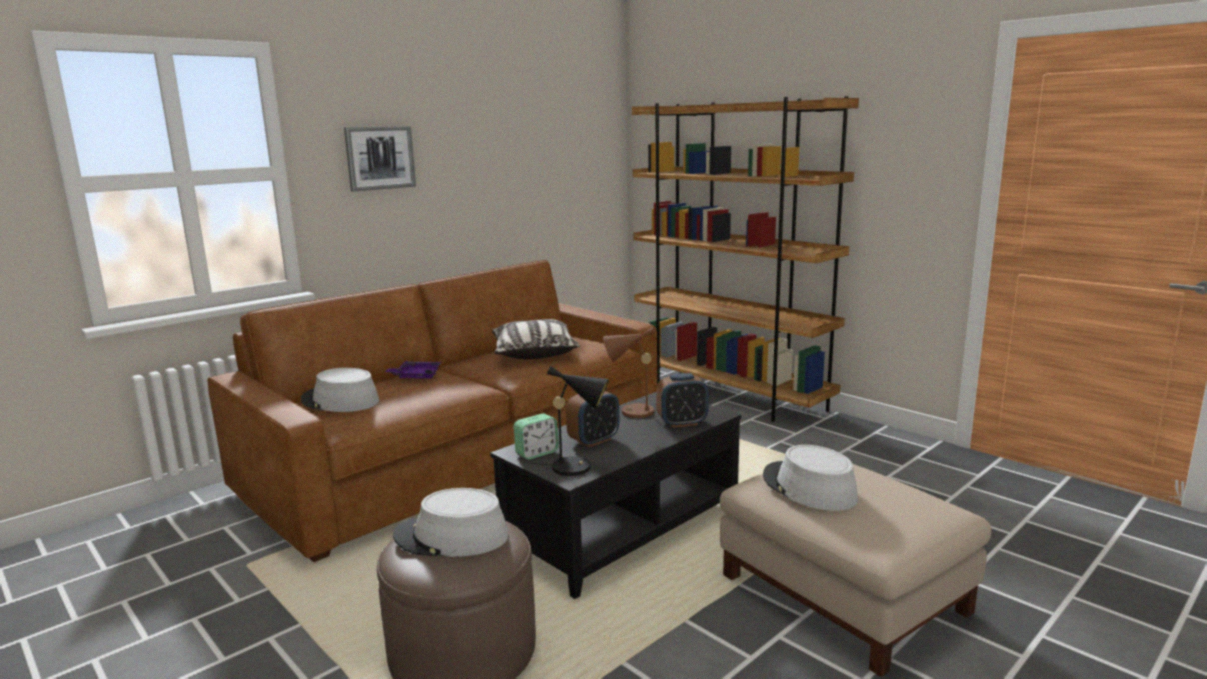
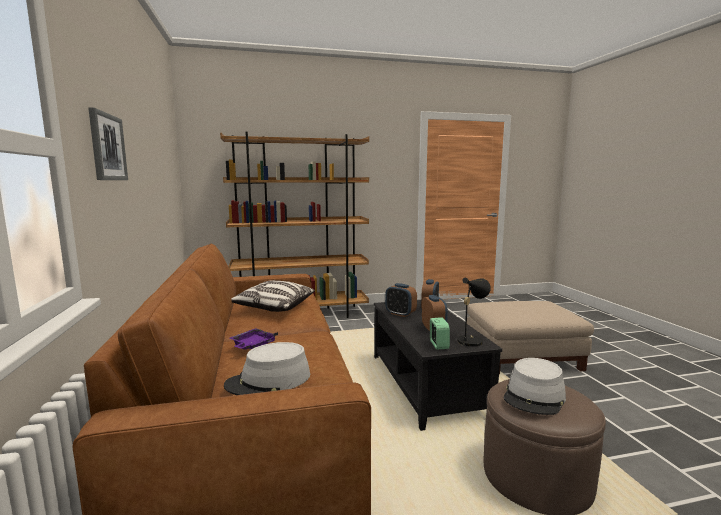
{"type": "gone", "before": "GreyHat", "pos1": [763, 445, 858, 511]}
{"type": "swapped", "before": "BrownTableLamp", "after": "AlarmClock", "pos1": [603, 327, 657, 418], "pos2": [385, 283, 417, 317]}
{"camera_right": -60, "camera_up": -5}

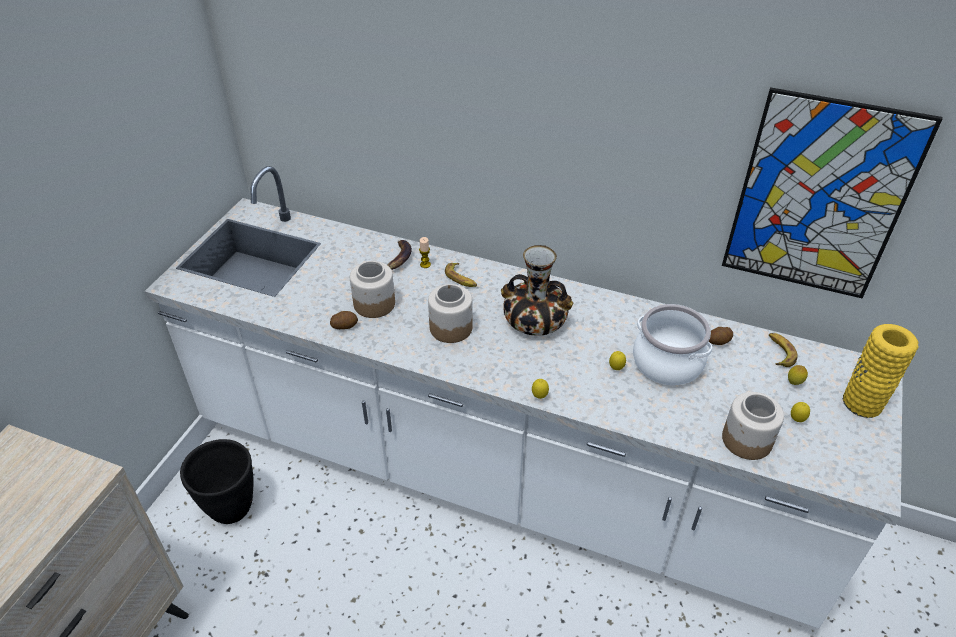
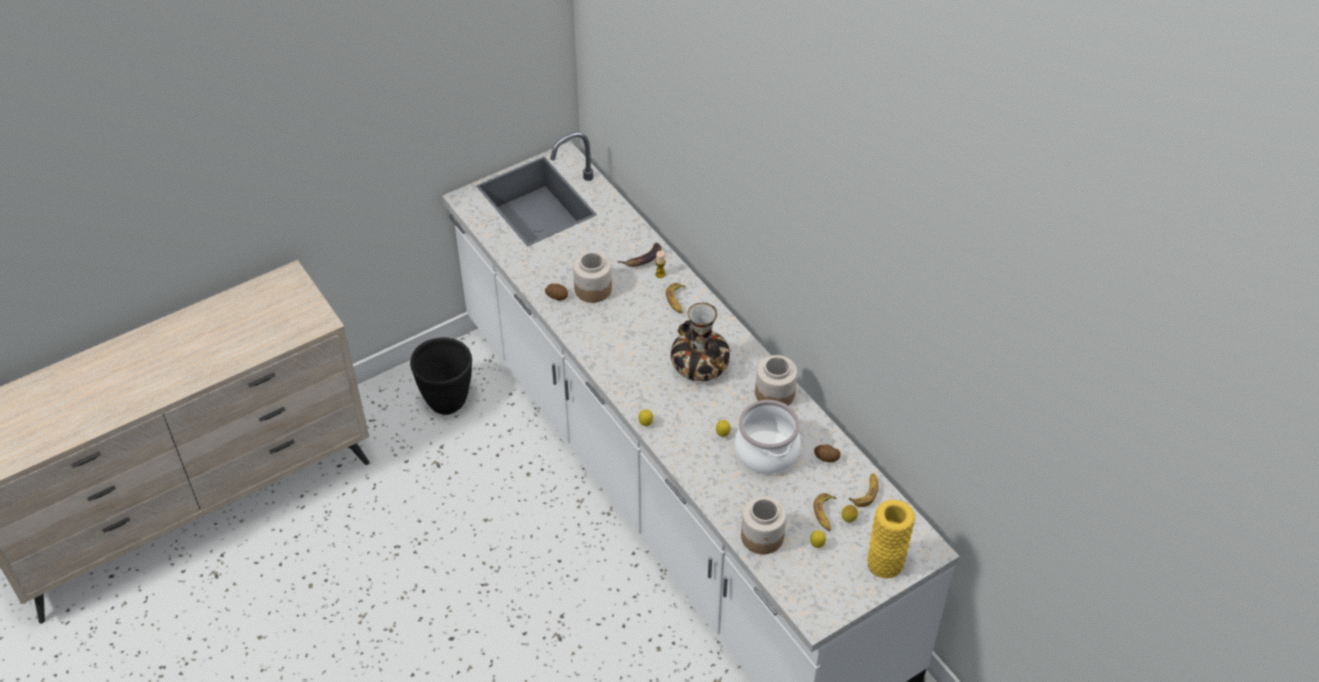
{"type": "gone", "before": "Picture", "pos1": [722, 87, 943, 298]}
{"type": "new", "after": "Banana", "pos2": [813, 493, 837, 531]}
{"type": "shifted", "before": "Jar", "pos1": [428, 284, 473, 343], "pos2": [755, 355, 797, 406]}
{"camera_right": 35, "camera_up": 5}

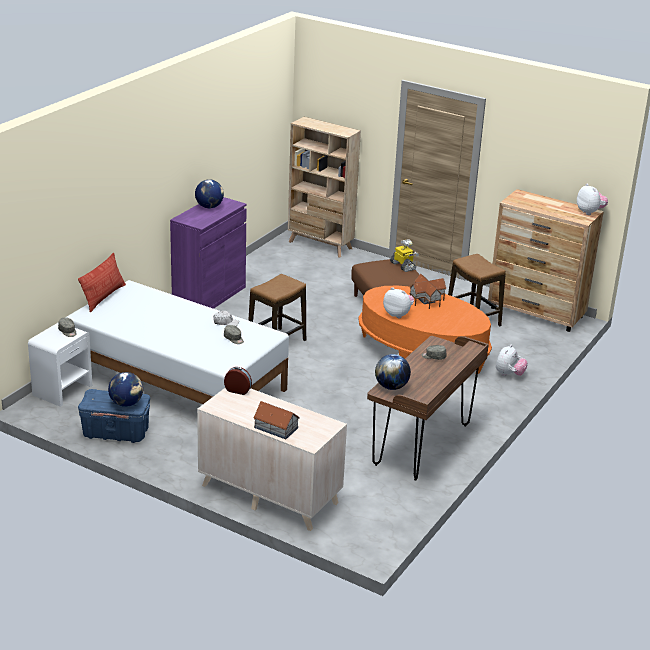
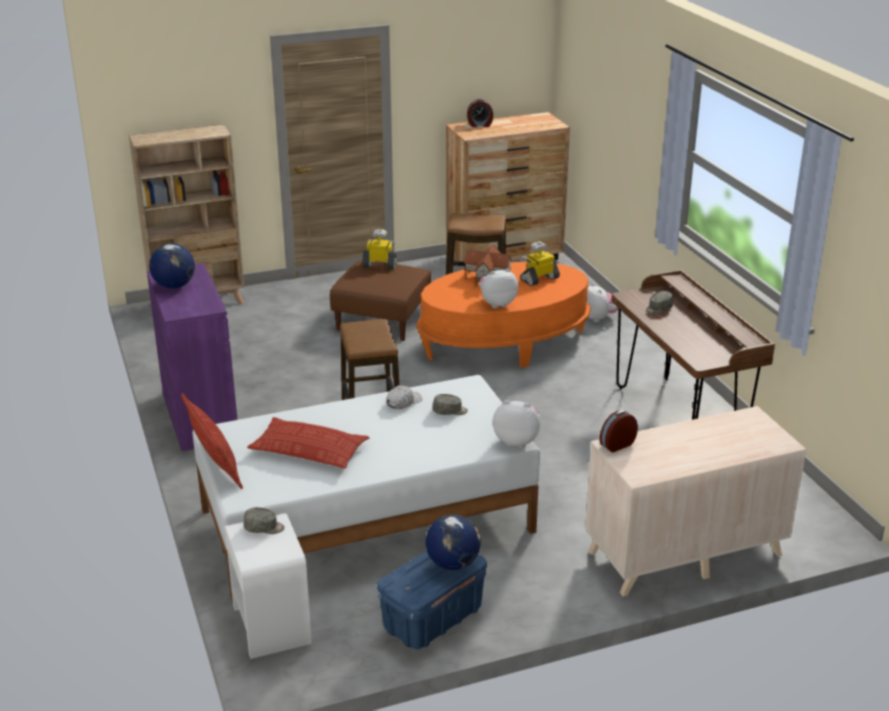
{"type": "gone", "before": "ToyHouse", "pos1": [253, 401, 300, 439]}
{"type": "gone", "before": "Globe", "pos1": [375, 354, 411, 390]}
{"type": "new", "after": "Pillow", "pos2": [247, 417, 370, 468]}
{"type": "new", "after": "AlarmClock", "pos2": [467, 99, 493, 127]}
{"type": "new", "after": "ToyRobot", "pos2": [520, 241, 560, 286]}
{"type": "shifted", "before": "PlushToy", "pos1": [577, 183, 608, 215], "pos2": [493, 400, 540, 448]}
{"camera_right": -50, "camera_up": 0}

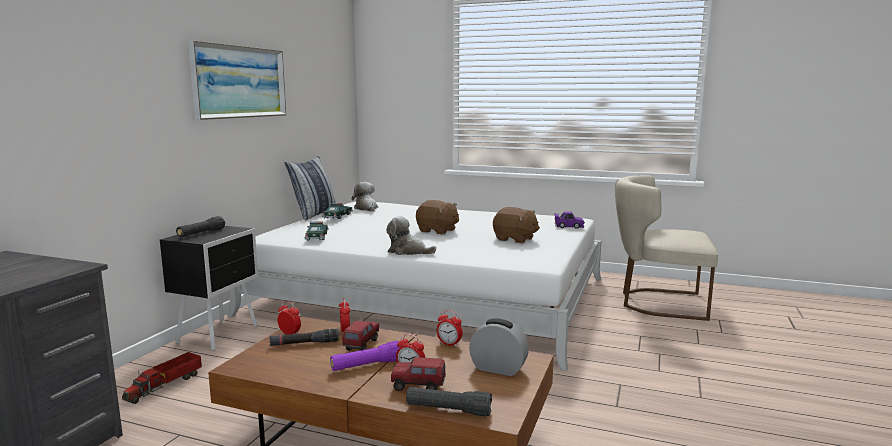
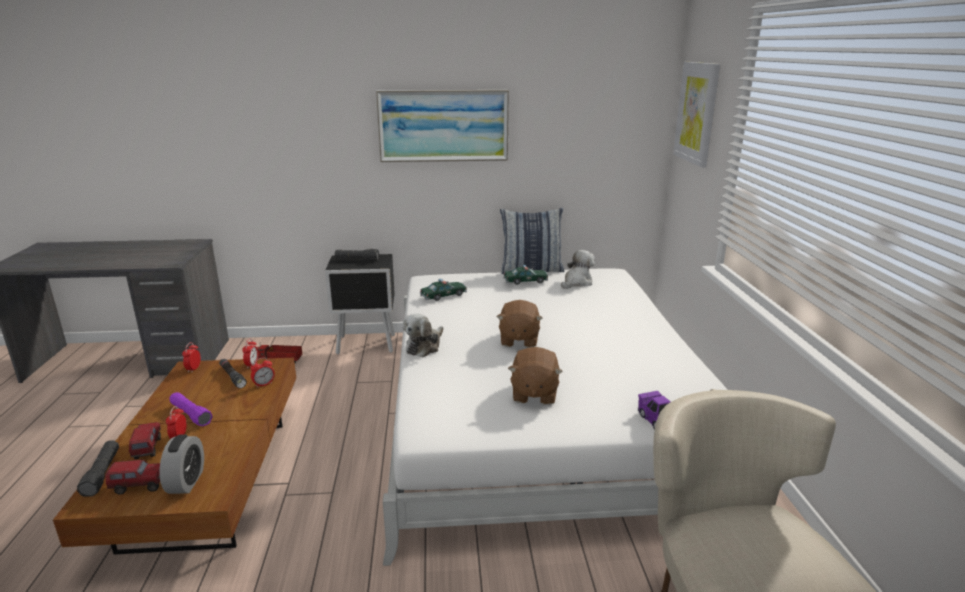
{"type": "new", "after": "Picture", "pos2": [673, 62, 721, 168]}
{"type": "shifted", "before": "ToyTruck", "pos1": [342, 321, 379, 351], "pos2": [105, 460, 160, 495]}
{"type": "shifted", "before": "AlarmClock", "pos1": [437, 310, 463, 347], "pos2": [182, 342, 201, 372]}
{"type": "rotated", "before": "PlushToy", "pos1": [386, 216, 436, 255], "pos2": [403, 313, 443, 357], "turn": -150}
{"camera_right": 65, "camera_up": 10}

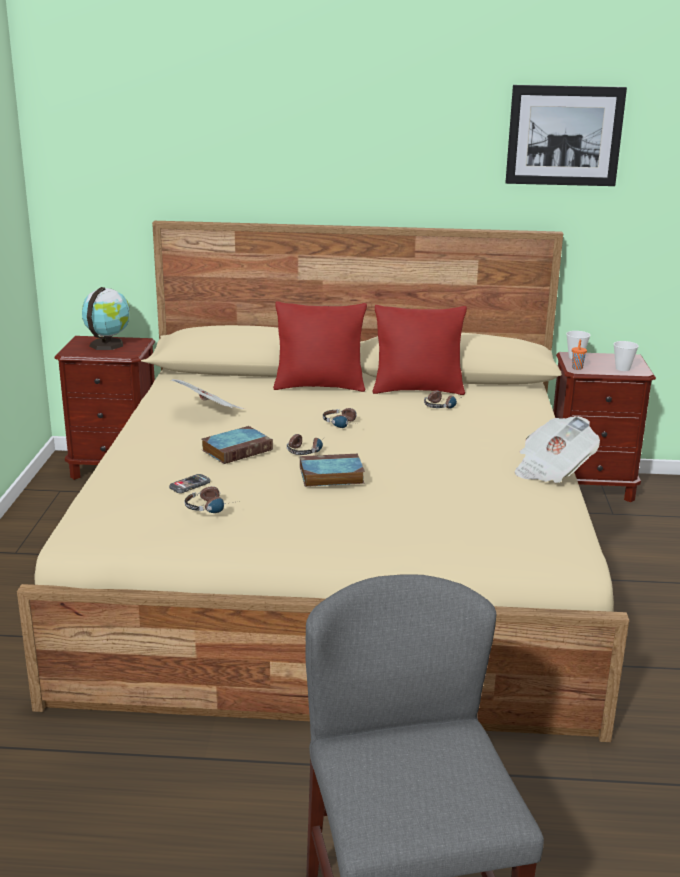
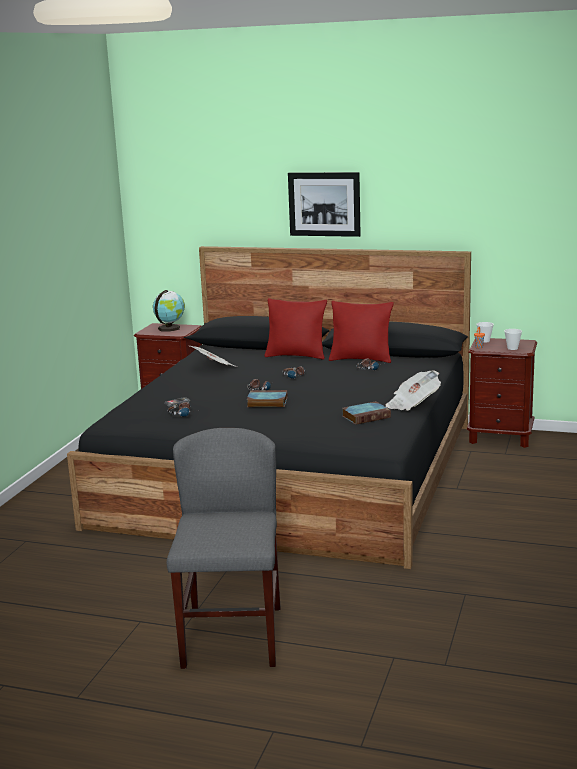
{"type": "shifted", "before": "Book", "pos1": [202, 426, 273, 464], "pos2": [342, 401, 391, 425]}
{"type": "shifted", "before": "Picture", "pos1": [505, 85, 627, 186], "pos2": [288, 172, 361, 237]}
{"type": "repainted", "before": "BeigeBed", "after": "BlackBed", "pos1": [17, 221, 629, 742], "pos2": [67, 246, 471, 569]}
{"camera_right": 15, "camera_up": -5}

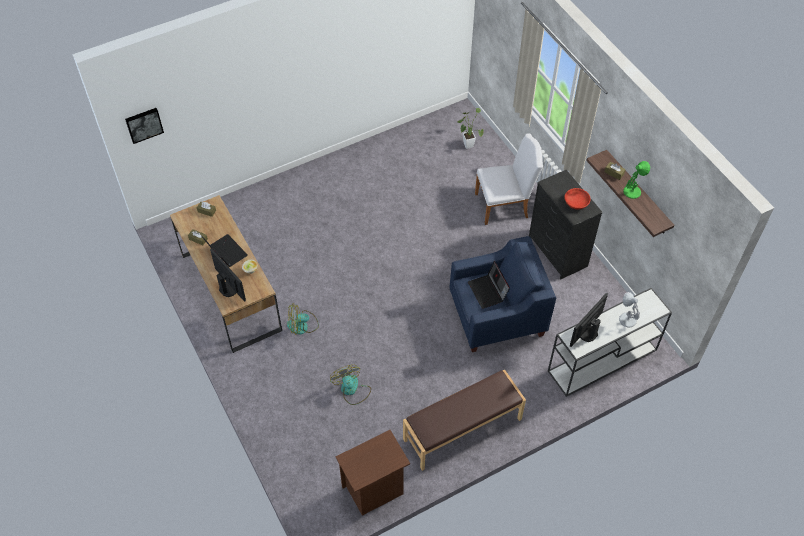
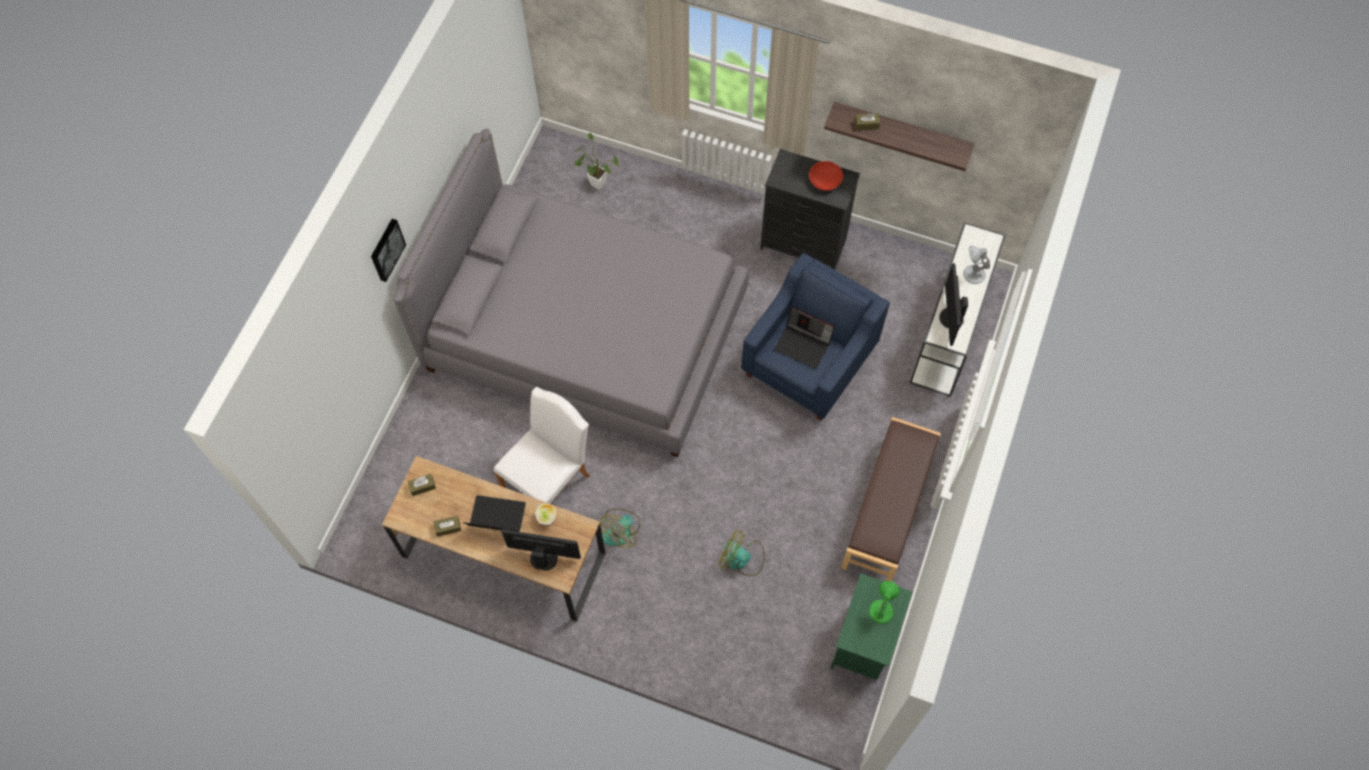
{"type": "new", "after": "GreyBed", "pos2": [393, 129, 749, 458]}
{"type": "shifted", "before": "Picture", "pos1": [125, 108, 164, 144], "pos2": [371, 219, 406, 282]}
{"type": "shifted", "before": "WhiteChair", "pos1": [475, 133, 543, 225], "pos2": [494, 387, 590, 504]}
{"type": "shifted", "before": "GreenTableLamp", "pos1": [623, 161, 650, 199], "pos2": [869, 581, 900, 624]}
{"type": "repainted", "before": "BrownNightstand", "after": "GreenNightstand", "pos1": [336, 430, 410, 516], "pos2": [830, 573, 913, 680]}
{"camera_right": -40, "camera_up": 10}

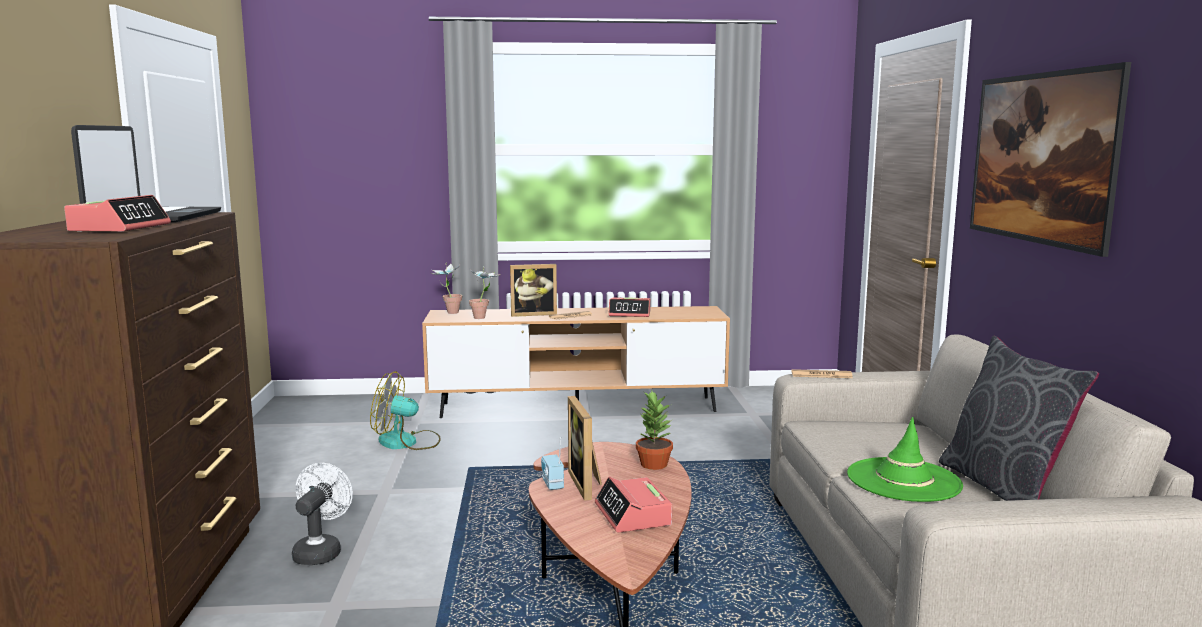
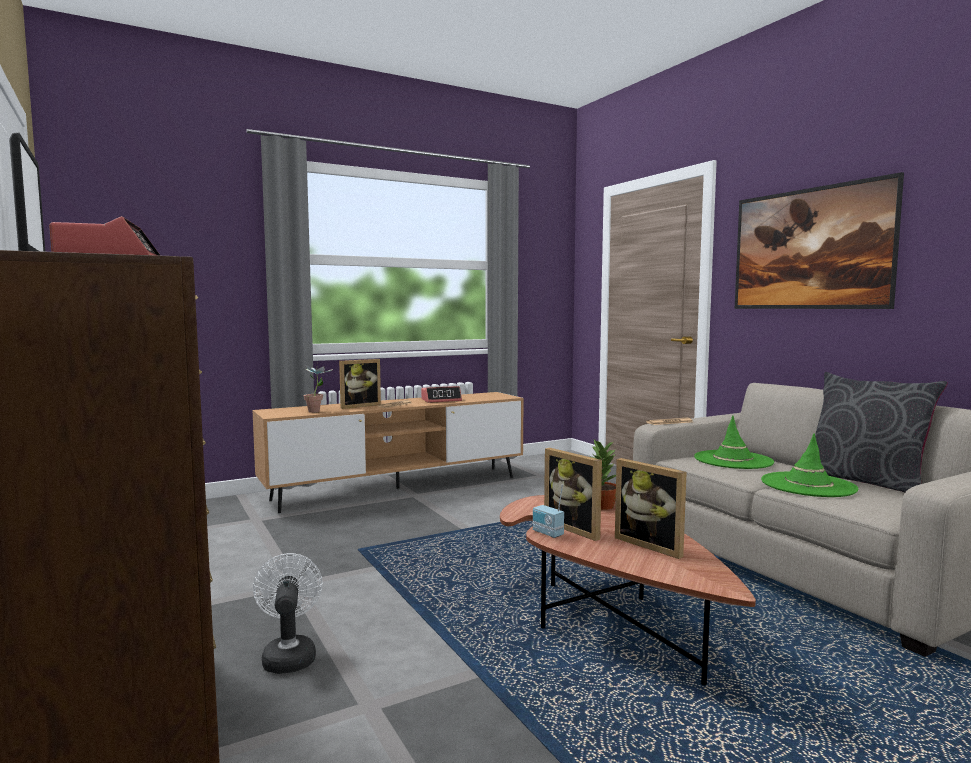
{"type": "gone", "before": "Fan", "pos1": [370, 371, 441, 450]}
{"type": "gone", "before": "PottedPlant", "pos1": [431, 263, 463, 314]}
{"type": "new", "after": "GreenHat", "pos2": [694, 415, 774, 469]}
{"type": "swapped", "before": "AlarmClock", "after": "PictureFrame", "pos1": [595, 477, 672, 533], "pos2": [615, 458, 687, 559]}
{"camera_right": -25, "camera_up": -5}

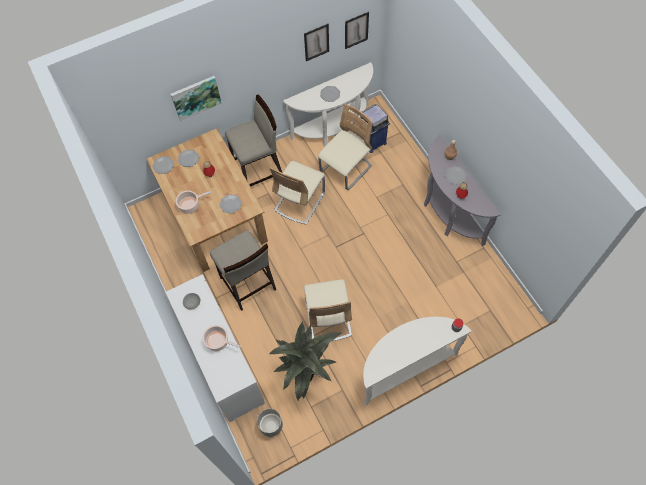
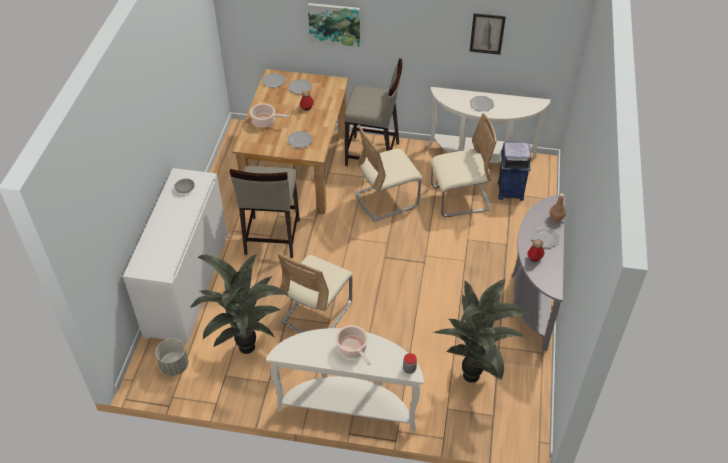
{"type": "gone", "before": "Picture", "pos1": [345, 12, 369, 49]}
{"type": "new", "after": "PottedPlant", "pos2": [433, 279, 534, 383]}
{"type": "shifted", "before": "CookingPot", "pos1": [203, 325, 241, 351], "pos2": [336, 325, 371, 365]}
{"camera_right": 35, "camera_up": -15}

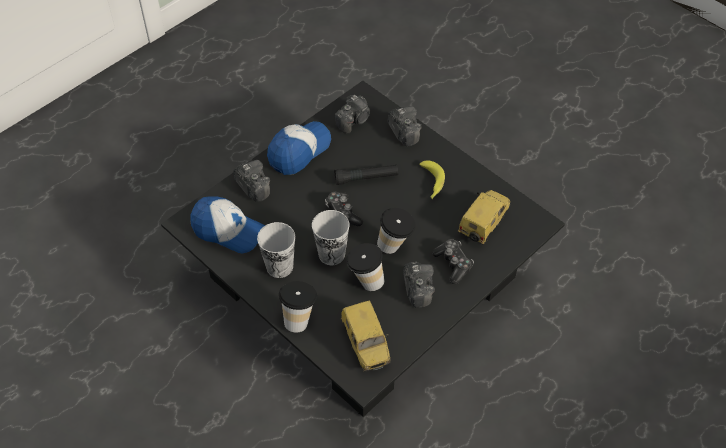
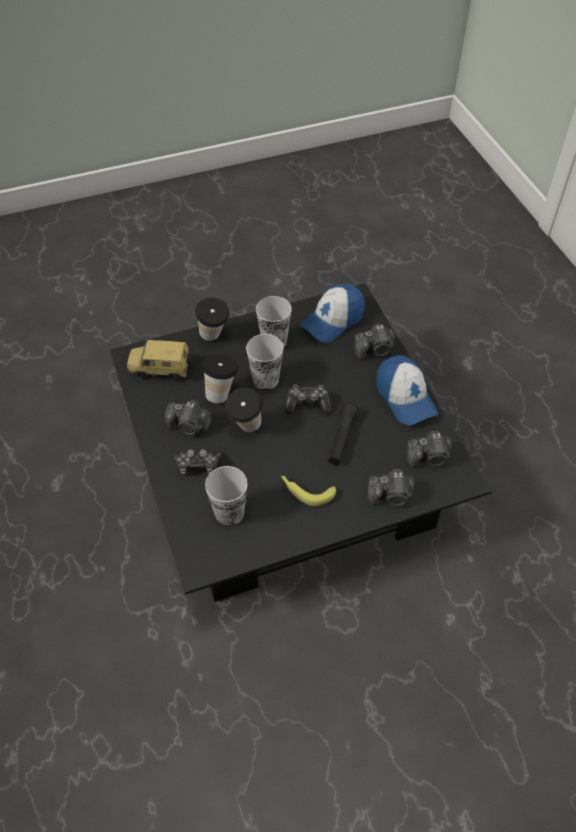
{"type": "swapped", "before": "ToyCar", "after": "Cup", "pos1": [458, 190, 511, 245], "pos2": [205, 466, 247, 526]}
{"type": "rotated", "before": "PhotoCamera", "pos1": [334, 95, 370, 133], "pos2": [406, 431, 452, 468], "turn": -75}
{"camera_right": 115, "camera_up": 0}

